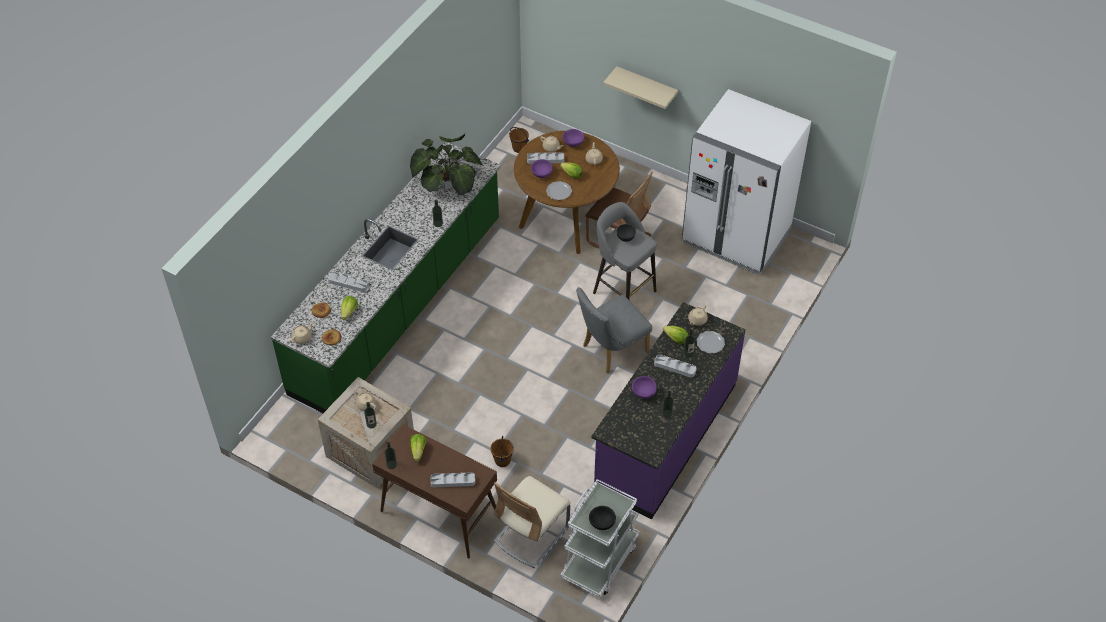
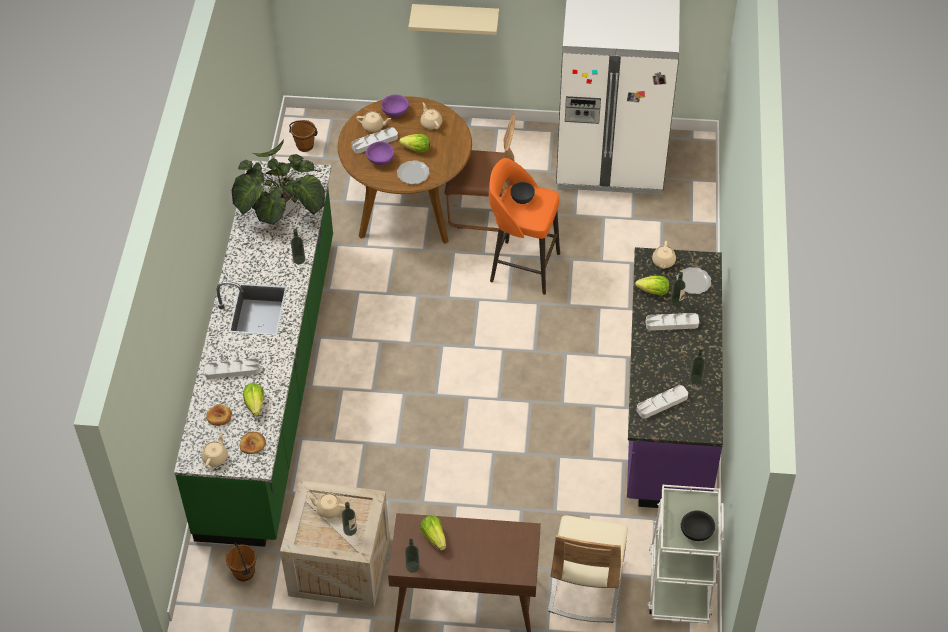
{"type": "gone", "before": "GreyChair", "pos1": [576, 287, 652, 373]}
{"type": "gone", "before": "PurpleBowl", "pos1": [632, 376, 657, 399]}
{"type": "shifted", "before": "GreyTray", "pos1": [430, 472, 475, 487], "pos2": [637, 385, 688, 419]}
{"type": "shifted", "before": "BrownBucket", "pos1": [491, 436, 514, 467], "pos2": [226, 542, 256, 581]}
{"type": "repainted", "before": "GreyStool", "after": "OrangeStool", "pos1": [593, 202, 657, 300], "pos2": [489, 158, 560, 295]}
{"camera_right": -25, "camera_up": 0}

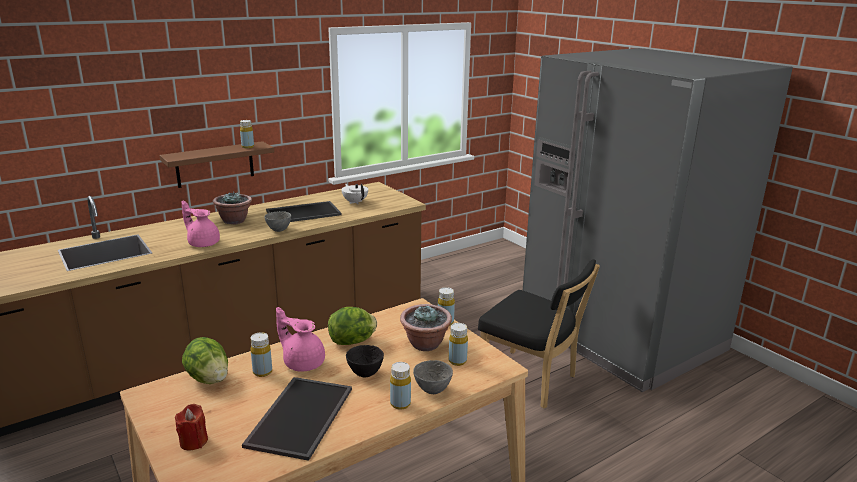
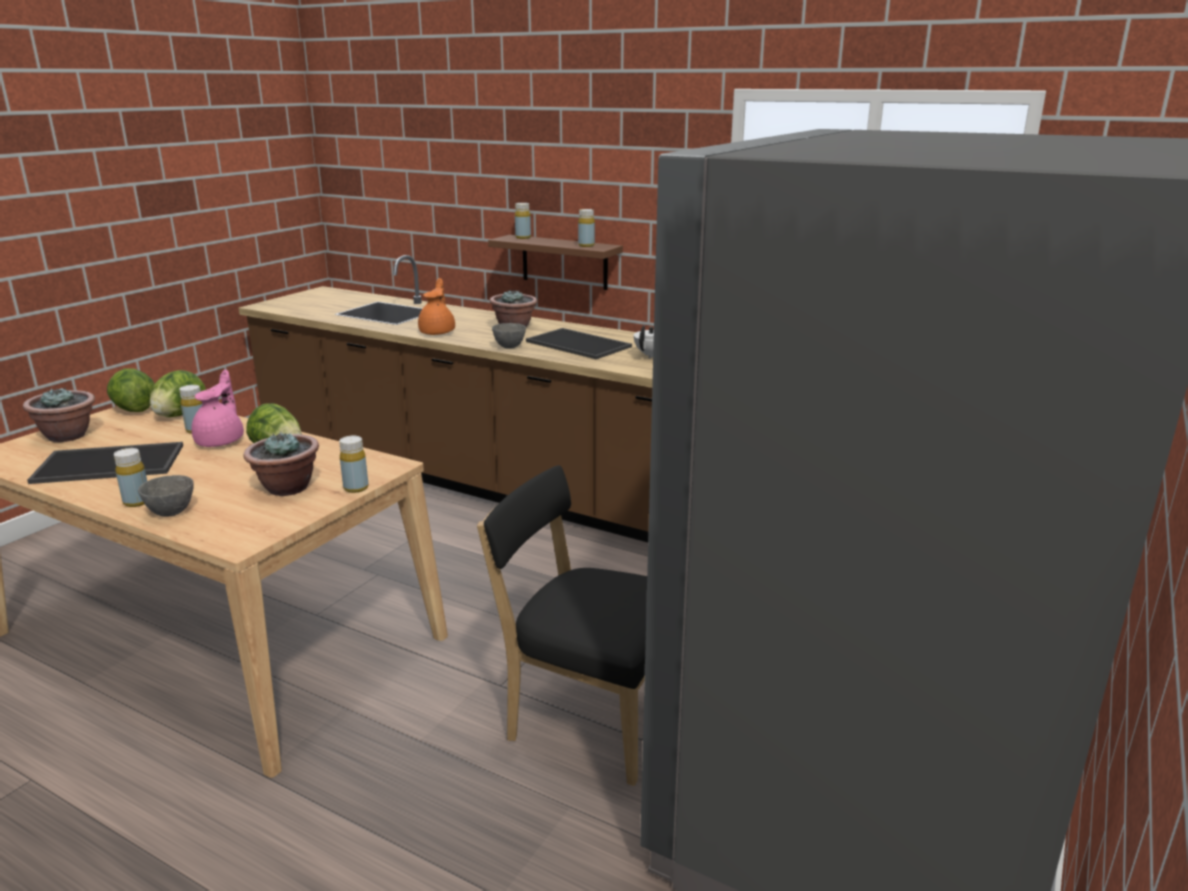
{"type": "gone", "before": "BlackBowl", "pos1": [346, 345, 384, 377]}
{"type": "new", "after": "Lettuce", "pos2": [107, 368, 154, 412]}
{"type": "shifted", "before": "YellowBottle", "pos1": [449, 323, 468, 366], "pos2": [515, 203, 531, 239]}
{"type": "swapped", "before": "RedCandle", "after": "PottedPlant", "pos1": [175, 404, 208, 451], "pos2": [23, 387, 95, 442]}
{"type": "repainted", "before": "PinkTeapot", "after": "OrangeTeapot", "pos1": [181, 201, 220, 247], "pos2": [418, 278, 455, 335]}
{"type": "rotated", "before": "BlackChair", "pos1": [478, 259, 600, 409], "pos2": [477, 465, 647, 786], "turn": 105}
{"camera_right": 65, "camera_up": 0}

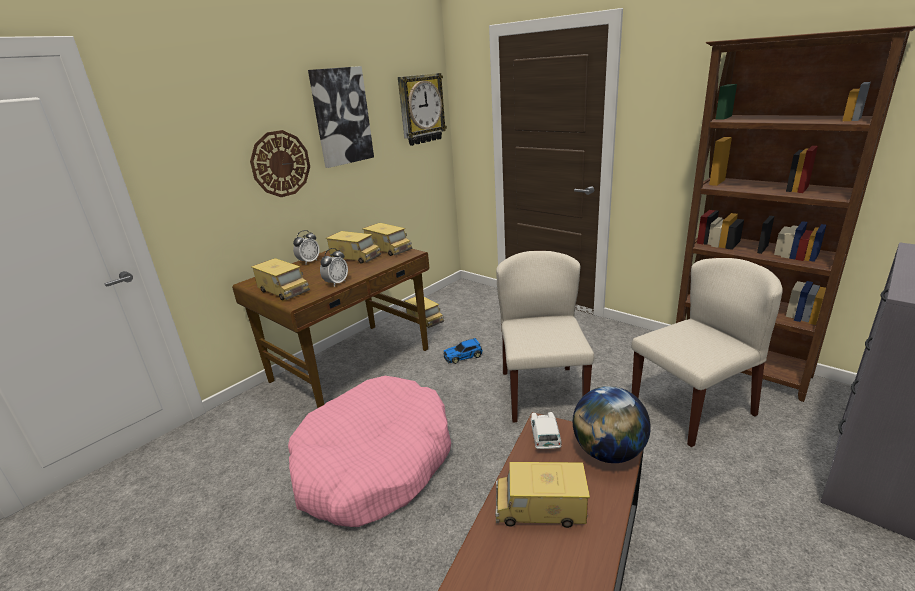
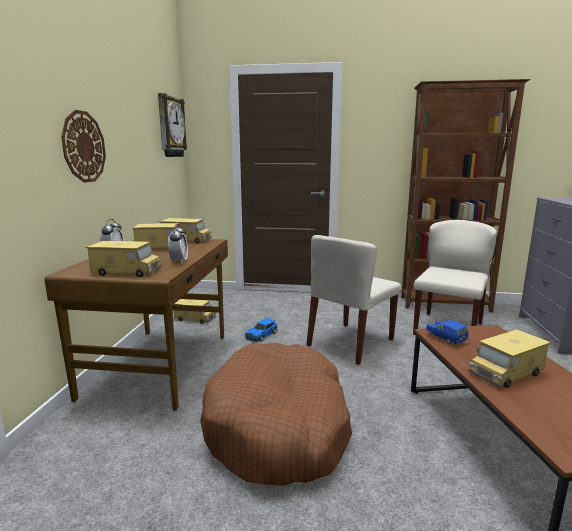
{"type": "gone", "before": "Picture", "pos1": [308, 66, 374, 168]}
{"type": "gone", "before": "Globe", "pos1": [573, 386, 651, 463]}
{"type": "repainted", "before": "PinkDogBed", "after": "BrownDogBed", "pos1": [288, 376, 451, 527], "pos2": [200, 343, 352, 486]}
{"type": "repainted", "before": "WhiteToyCar", "after": "BlueToyCar", "pos1": [531, 412, 562, 449], "pos2": [426, 320, 469, 345]}
{"type": "rotated", "before": "BeigeChair", "pos1": [496, 251, 594, 423], "pos2": [306, 235, 401, 365], "turn": -105}
{"camera_right": -35, "camera_up": -10}

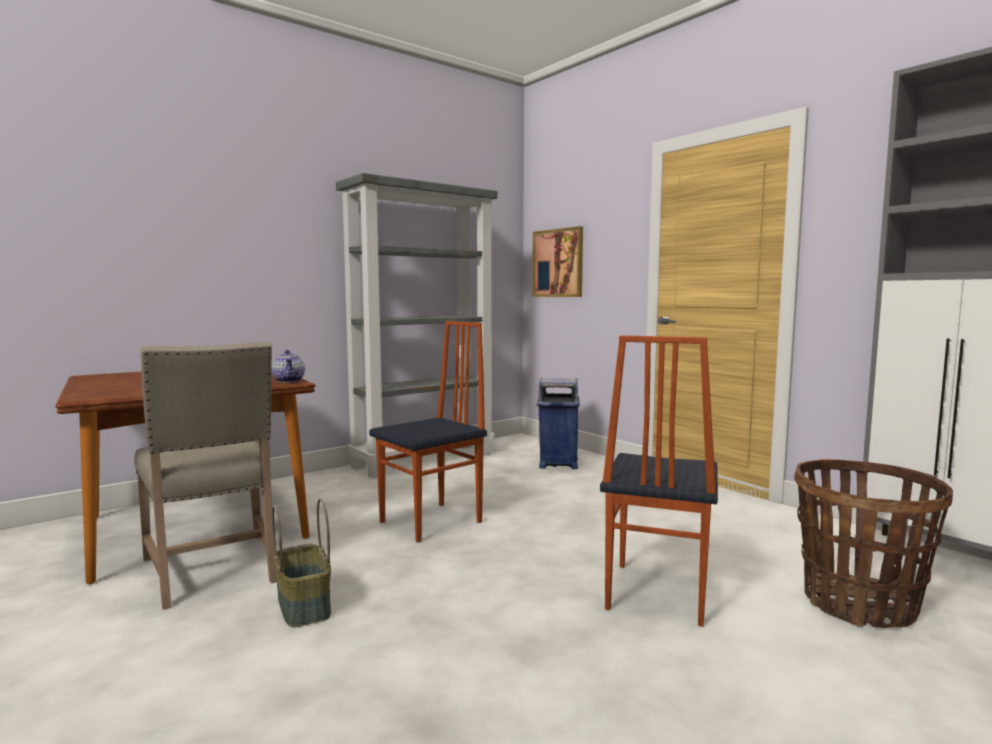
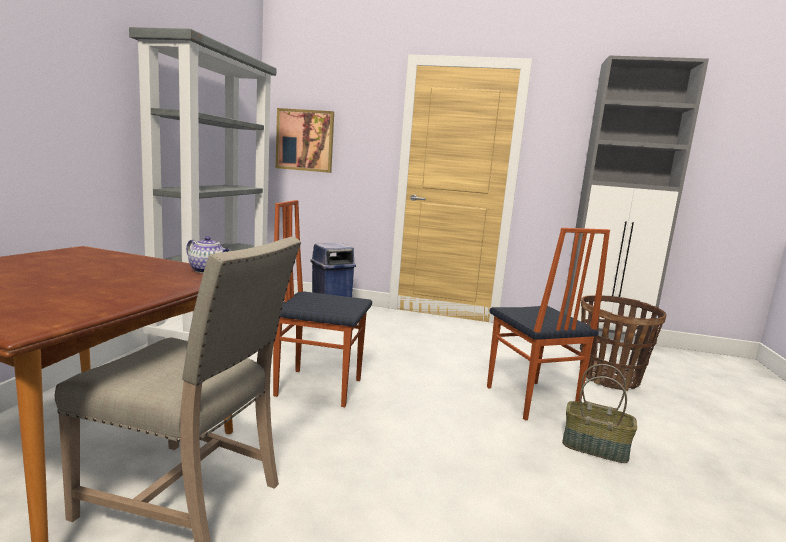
{"type": "shifted", "before": "Basket", "pos1": [272, 498, 331, 627], "pos2": [562, 364, 637, 463]}
{"type": "rotated", "before": "Chair", "pos1": [369, 321, 487, 542], "pos2": [273, 200, 372, 407], "turn": -90}
{"camera_right": -40, "camera_up": 5}

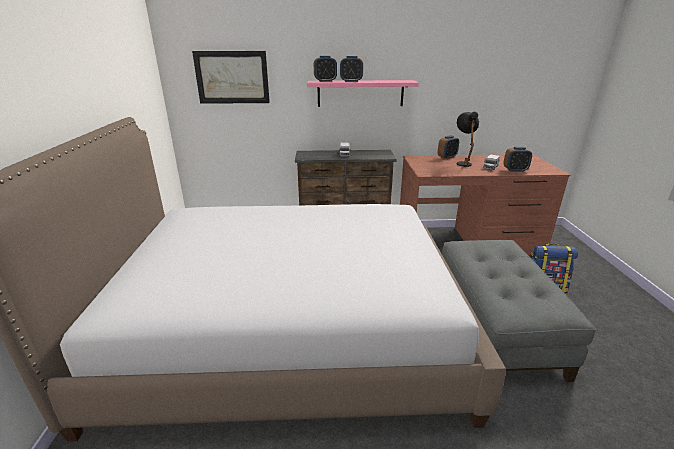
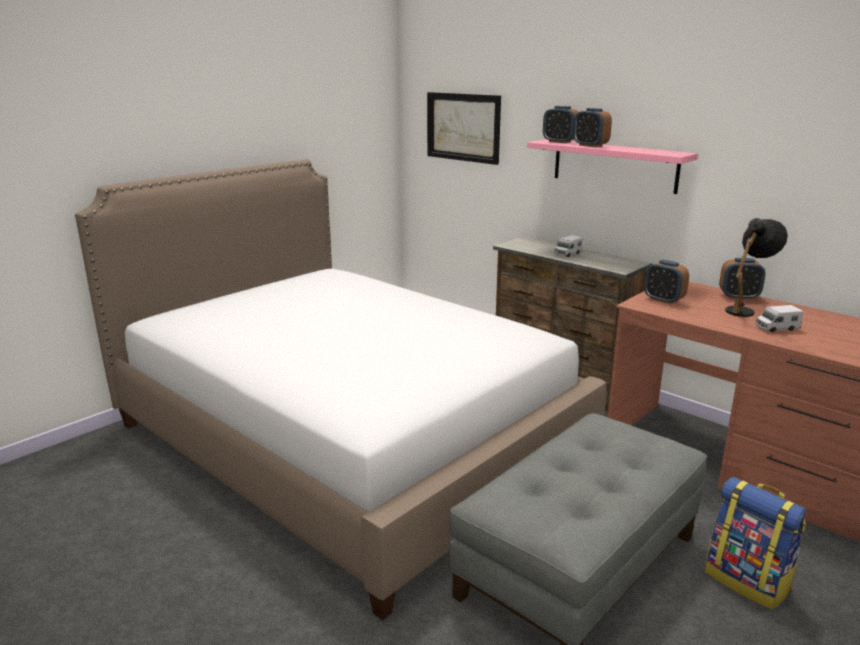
{"type": "shifted", "before": "AlarmClock", "pos1": [503, 147, 532, 172], "pos2": [644, 260, 689, 304]}
{"camera_right": 45, "camera_up": -5}

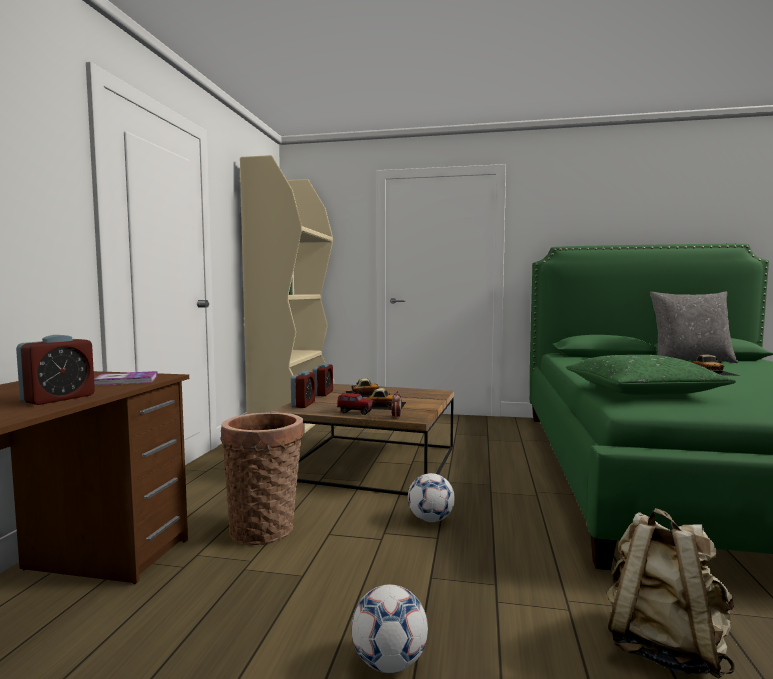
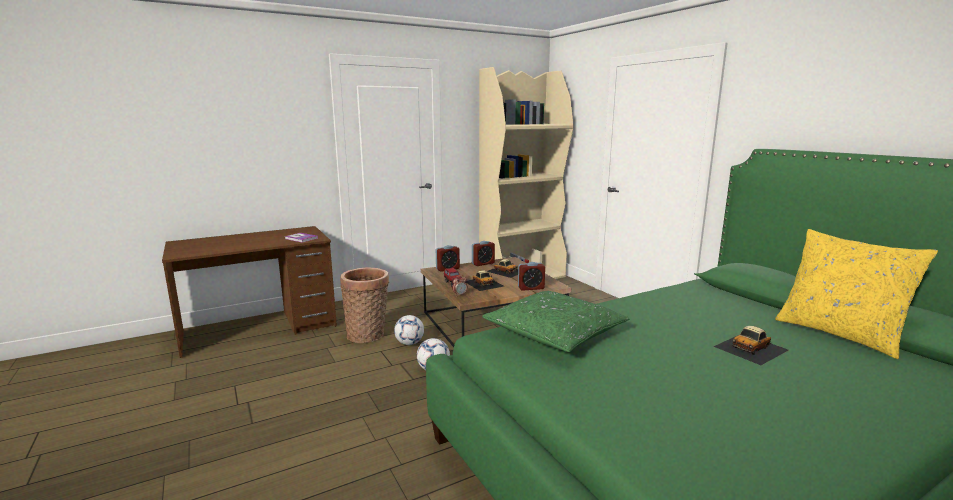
{"type": "gone", "before": "BeigeBackpack", "pos1": [607, 508, 735, 679]}
{"type": "shifted", "before": "AlarmClock", "pos1": [16, 335, 95, 405], "pos2": [518, 262, 545, 291]}
{"type": "shifted", "before": "Football", "pos1": [351, 584, 428, 673], "pos2": [394, 315, 424, 345]}
{"type": "repainted", "before": "GreyPillow", "after": "YellowPillow", "pos1": [650, 292, 738, 363], "pos2": [775, 229, 938, 359]}
{"camera_right": 50, "camera_up": 10}

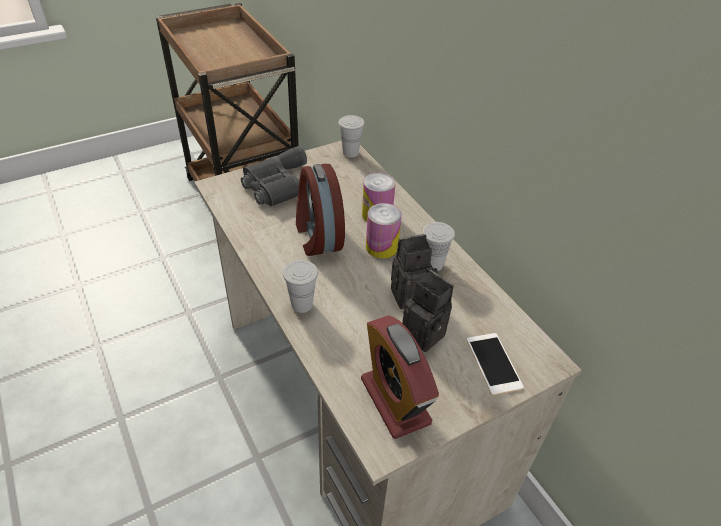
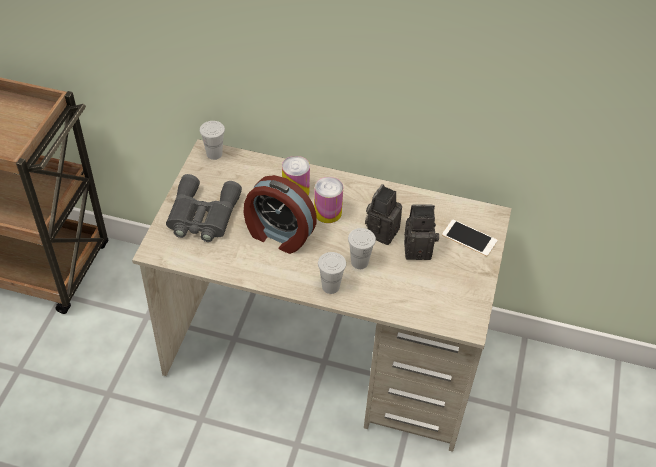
{"type": "gone", "before": "AlarmClock", "pos1": [361, 315, 439, 439]}
{"type": "shifted", "before": "WhiteCup", "pos1": [423, 222, 455, 271], "pos2": [348, 228, 376, 269]}
{"camera_right": -45, "camera_up": 5}

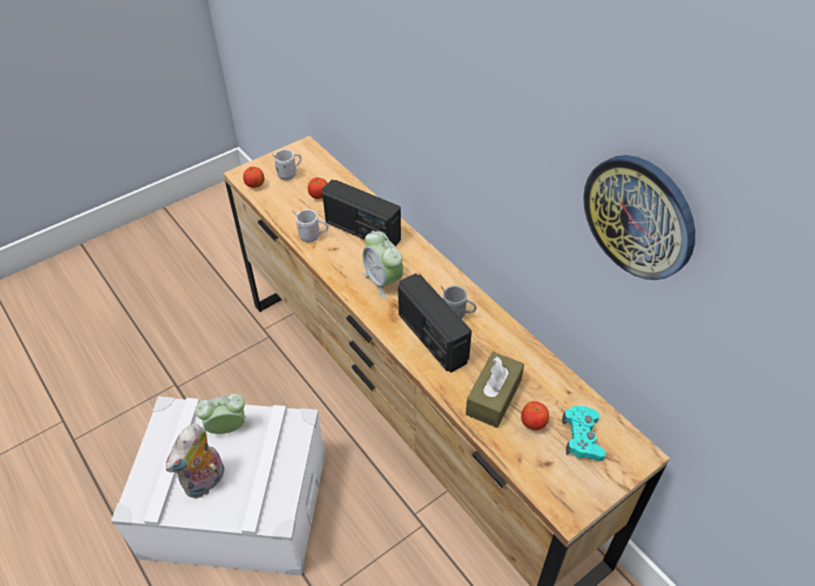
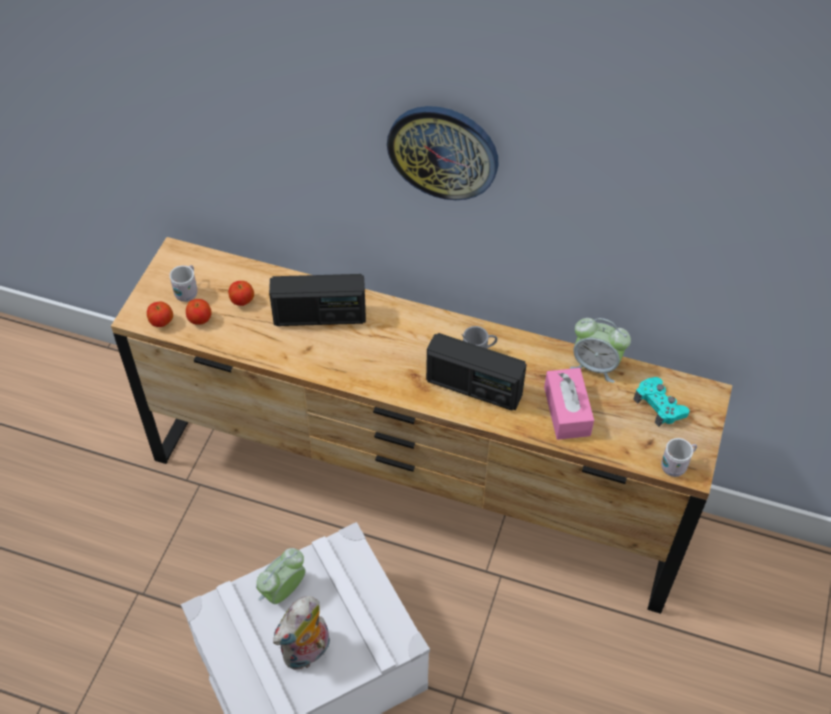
{"type": "shifted", "before": "WhiteMug", "pos1": [293, 209, 328, 243], "pos2": [661, 438, 697, 477]}
{"type": "shifted", "before": "AlarmClock", "pos1": [363, 231, 403, 299], "pos2": [570, 318, 631, 383]}
{"type": "shifted", "before": "Apple", "pos1": [521, 401, 549, 430], "pos2": [186, 299, 212, 325]}
{"type": "shifted", "before": "WallClock", "pos1": [583, 155, 695, 280], "pos2": [387, 106, 499, 200]}
{"type": "repainted", "before": "BrownTissueBox", "after": "PinkTissueBox", "pos1": [466, 352, 524, 428], "pos2": [544, 368, 594, 440]}
{"type": "rotated", "before": "PlushToy", "pos1": [166, 424, 225, 498], "pos2": [273, 596, 330, 670], "turn": 45}
{"camera_right": -35, "camera_up": 5}

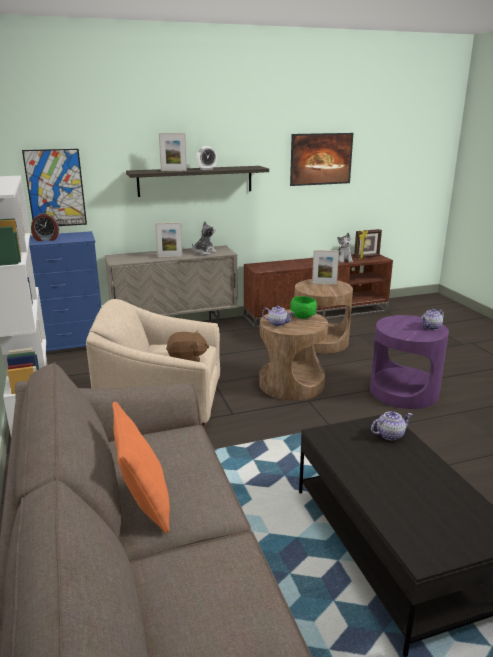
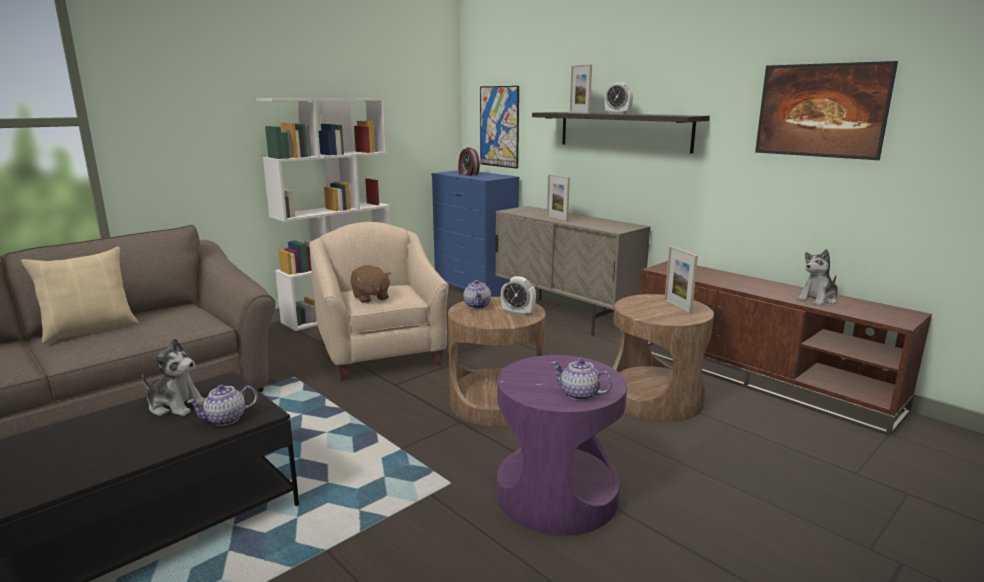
{"type": "gone", "before": "PictureFrame", "pos1": [354, 229, 382, 258]}
{"type": "shifted", "before": "PlushToy", "pos1": [192, 221, 217, 255], "pos2": [142, 338, 206, 416]}
{"type": "swapped", "before": "GreenBowl", "after": "AlarmClock", "pos1": [290, 296, 317, 319], "pos2": [501, 276, 536, 316]}
{"type": "repainted", "before": "OrangePillow", "after": "BeigePillow", "pos1": [112, 401, 170, 533], "pos2": [21, 247, 139, 344]}
{"type": "rotated", "before": "Teapot", "pos1": [371, 411, 413, 440], "pos2": [187, 385, 258, 426], "turn": 105}
{"camera_right": 65, "camera_up": -5}

